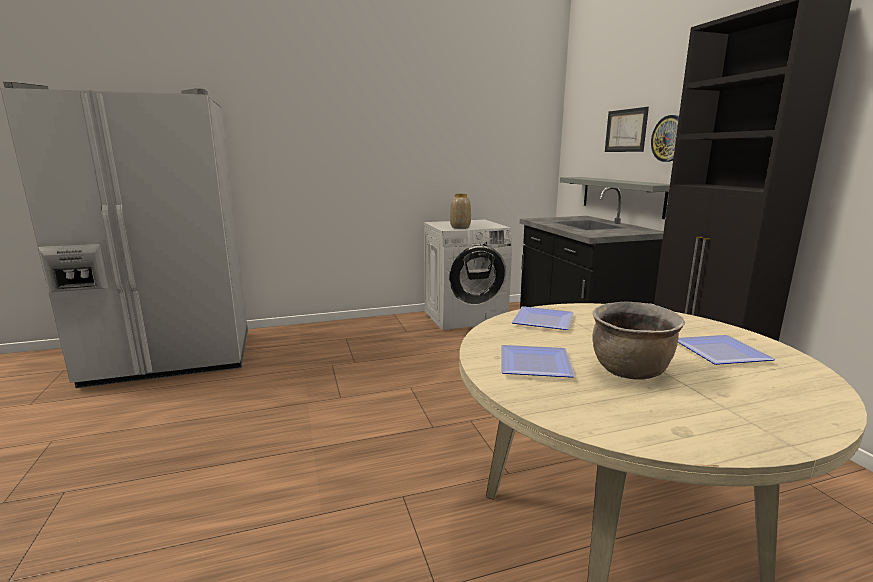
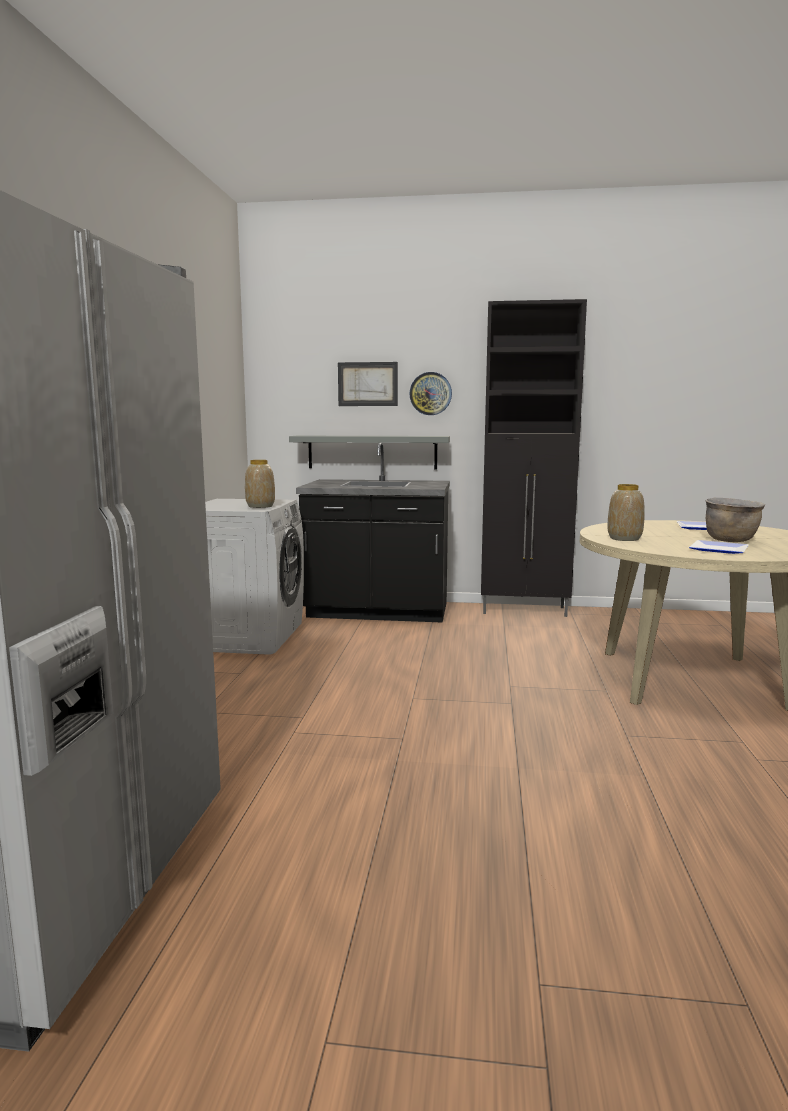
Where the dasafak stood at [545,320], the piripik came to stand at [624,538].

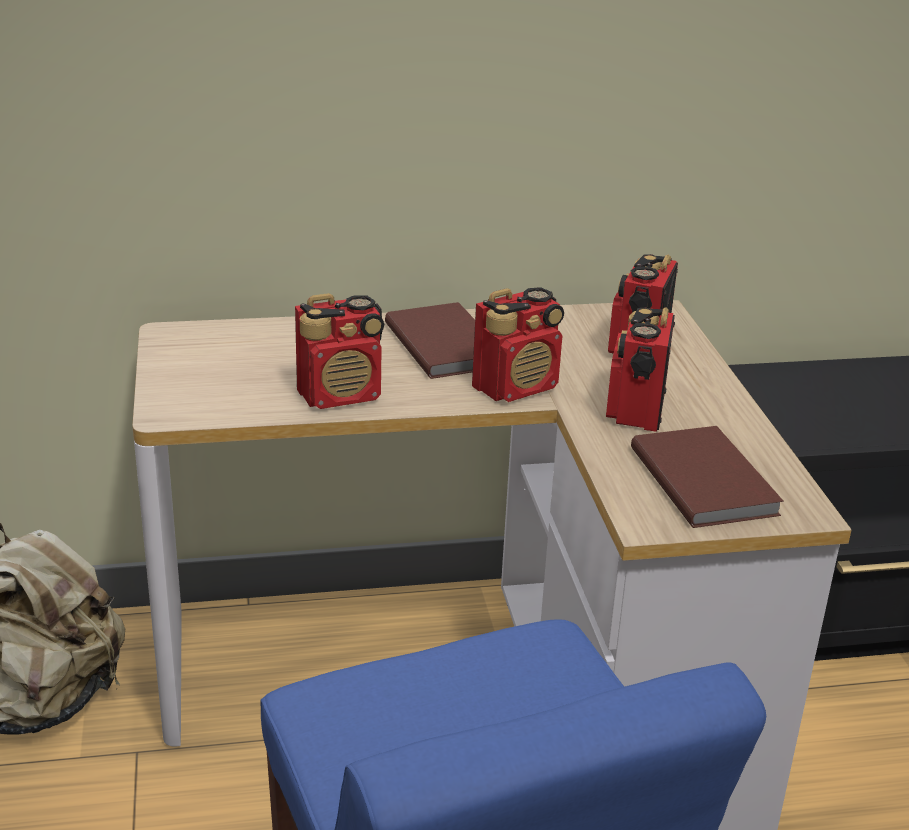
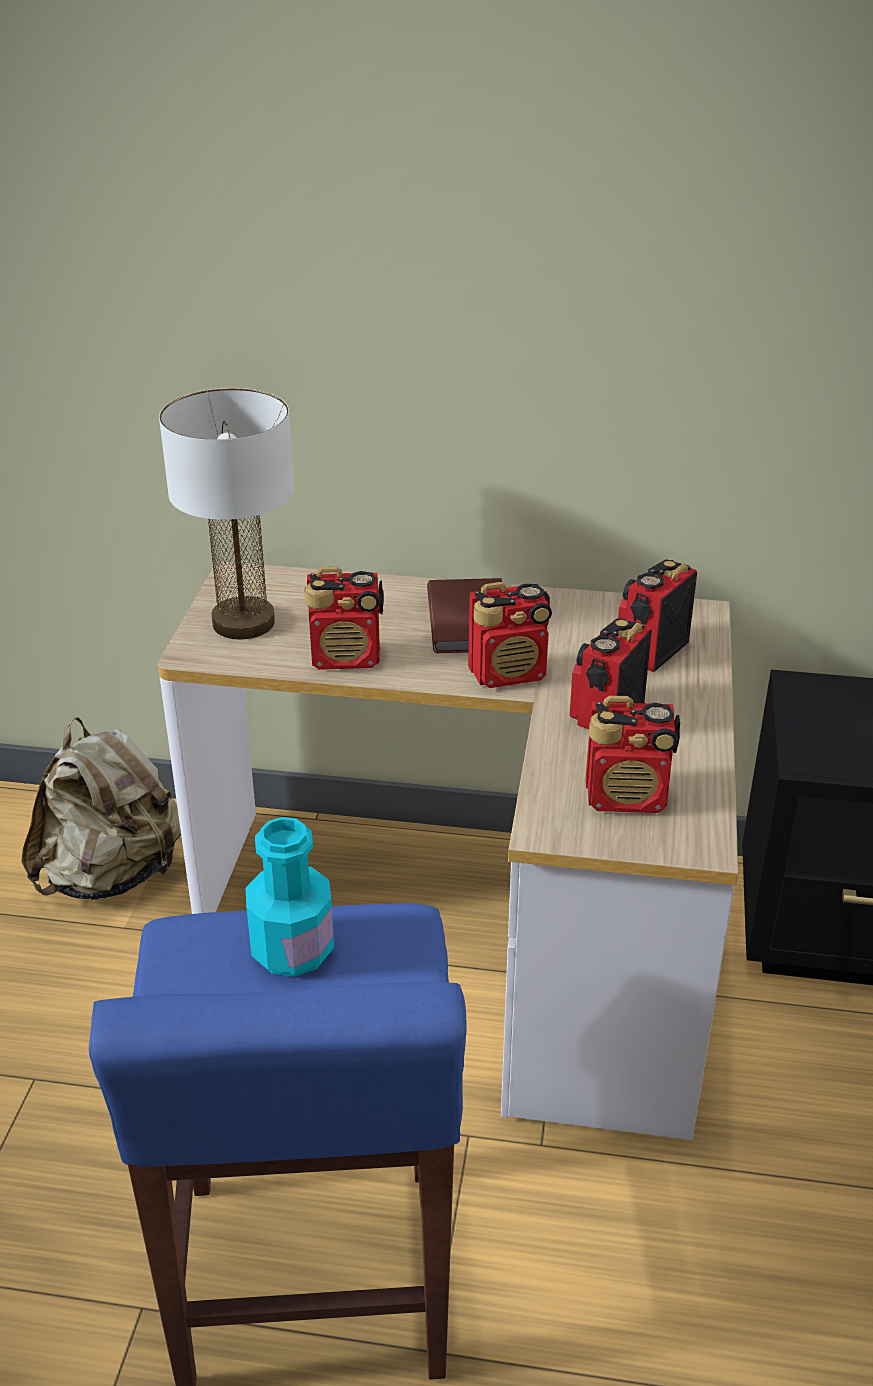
The second view gained the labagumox at [244,623].
The second view gained the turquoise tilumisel at [292,950].
Where the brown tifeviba stood at [705,480], the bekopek came to stand at [627,797].

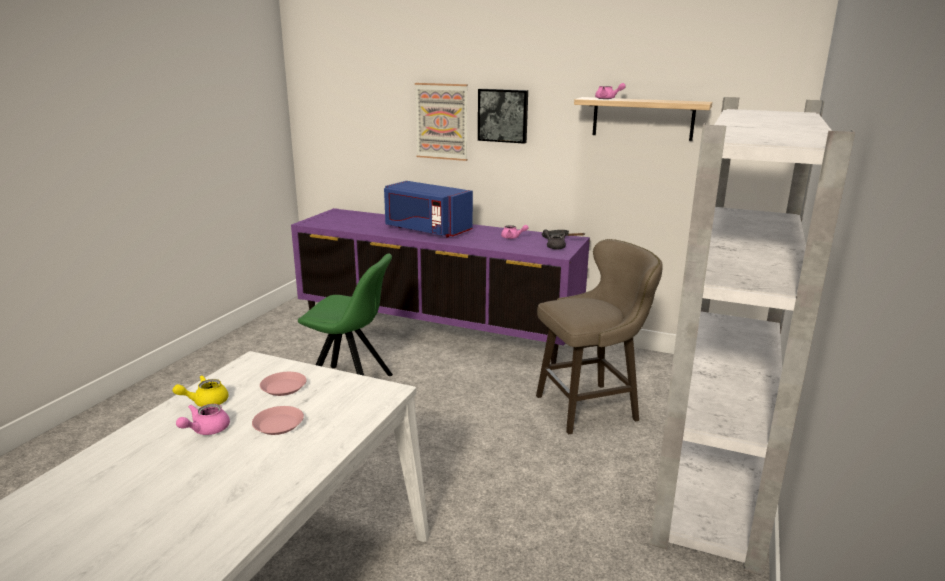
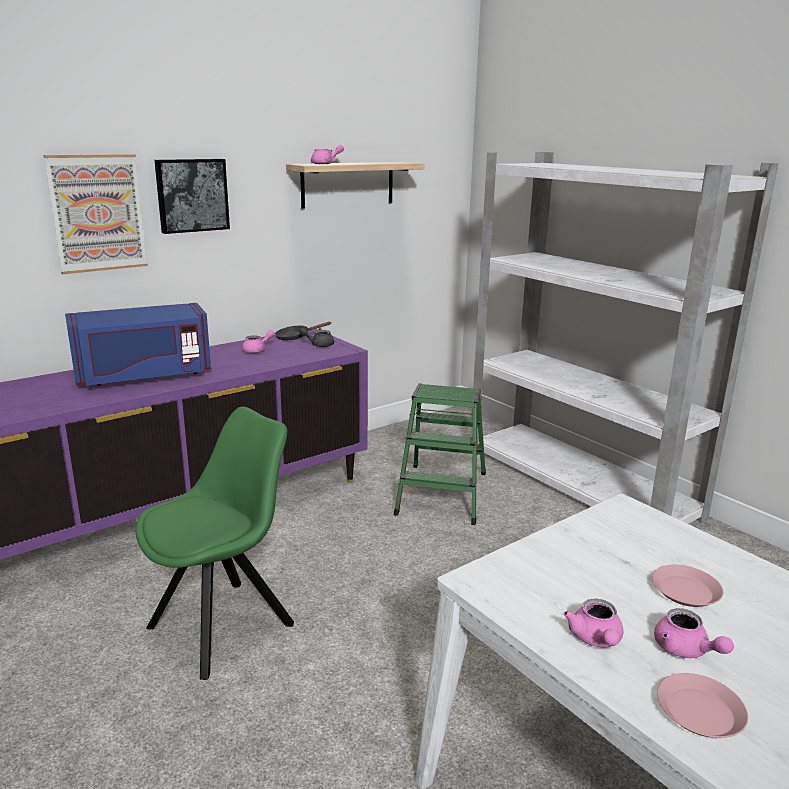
Where the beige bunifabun stood at [591,407], the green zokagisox came to stand at [442,492].
What was the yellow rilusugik at [205,402] turned into the pink rilusugik at [596,640].
The pink dasafak ended up elsewhere, having gone from [283,387] to [700,712].

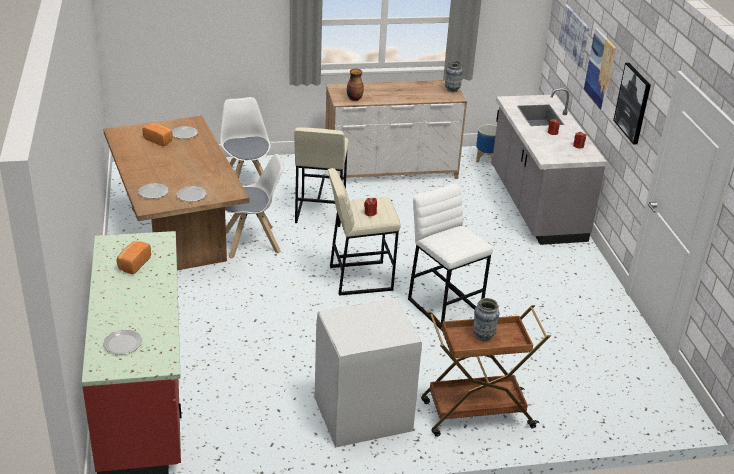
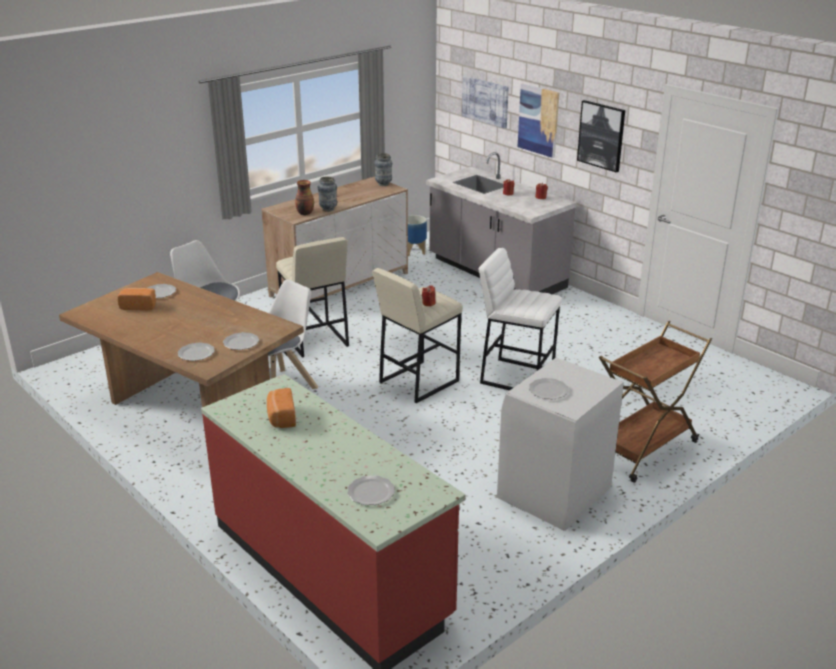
The piripik ended up elsewhere, having gone from [483,336] to [328,209].
The second view gained the dasafak at [548,391].

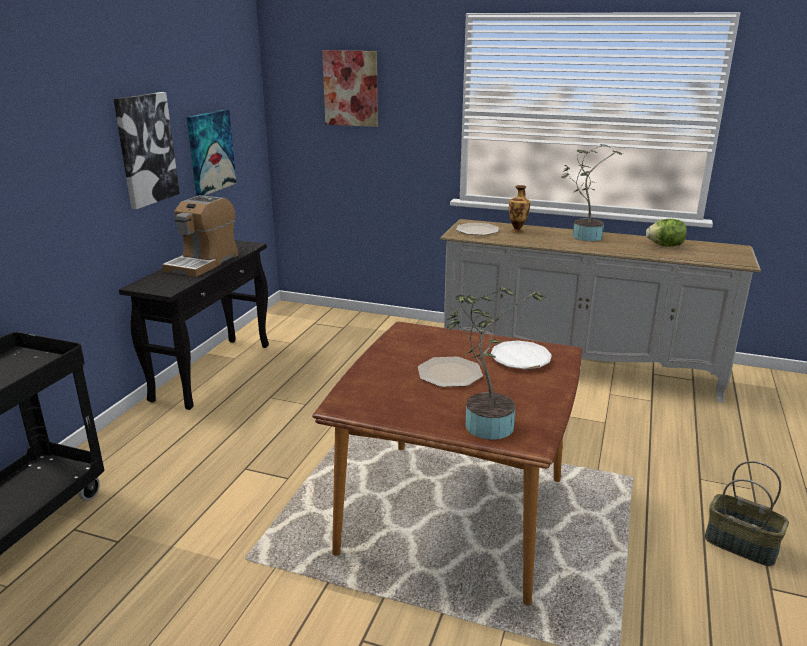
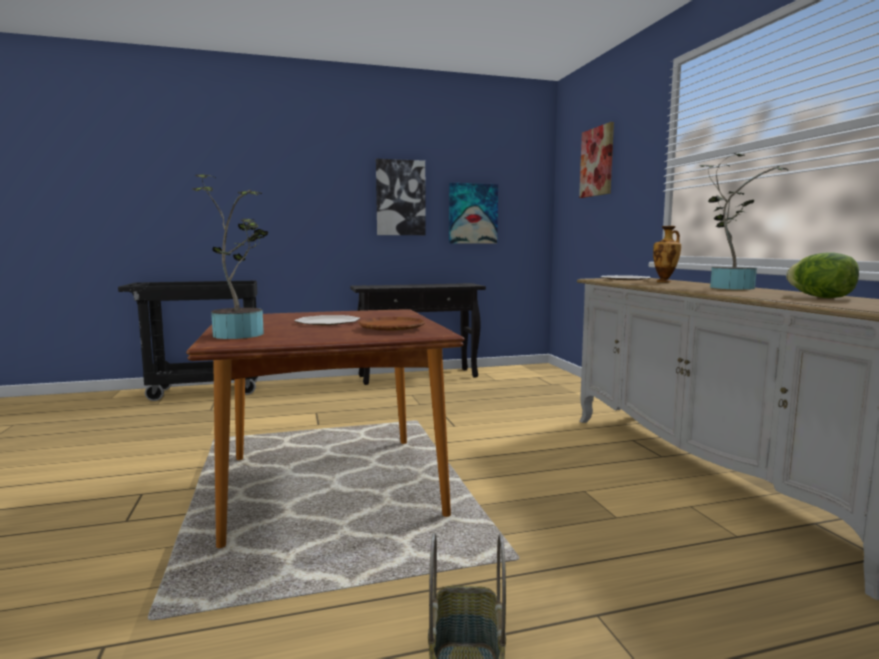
What was the white dasafak at [520,359] turned into the brown dasafak at [391,328].
The second view lost the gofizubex at [203,263].

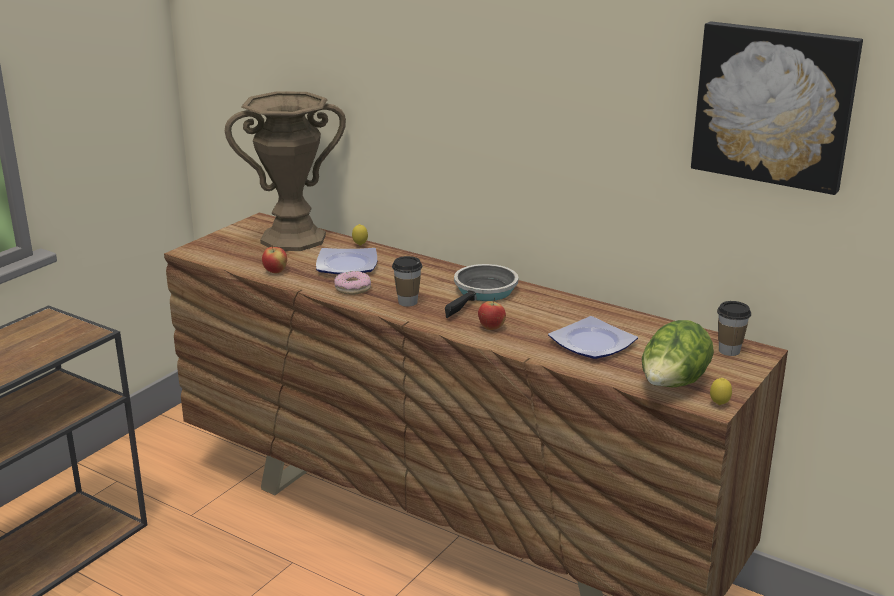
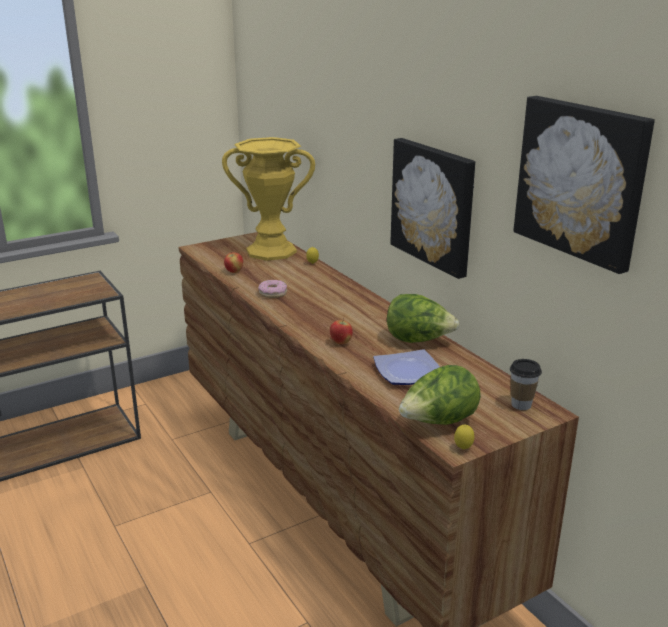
What was the brown piripik at [293,239] turned into the yellow piripik at [271,251].
The second view gained the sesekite at [418,340].
The second view gained the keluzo at [434,205].
The second view lost the dasafak at [346,265].
The second view lost the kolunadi at [407,302].
The second view lost the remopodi at [483,292].

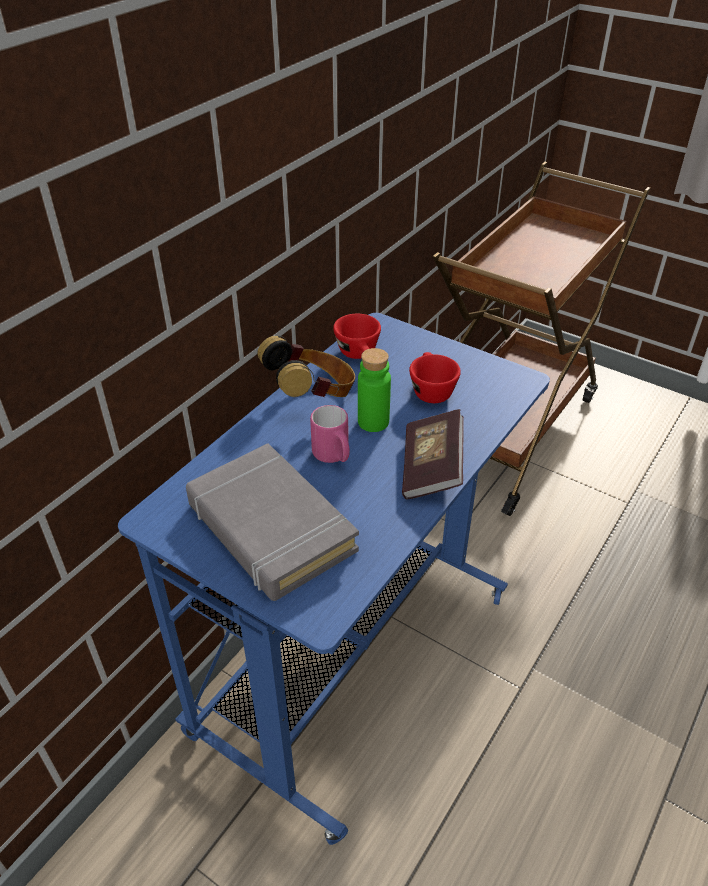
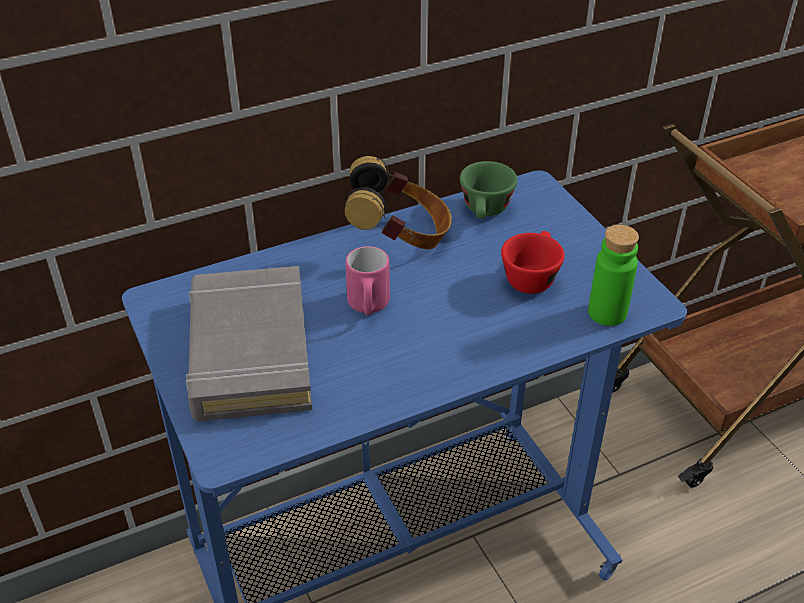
What was the red kolunadi at [360,355] turned into the green kolunadi at [486,212].
The green tilumisel ended up elsewhere, having gone from [373,422] to [607,313].
The second view lost the tifeviba at [431,469].

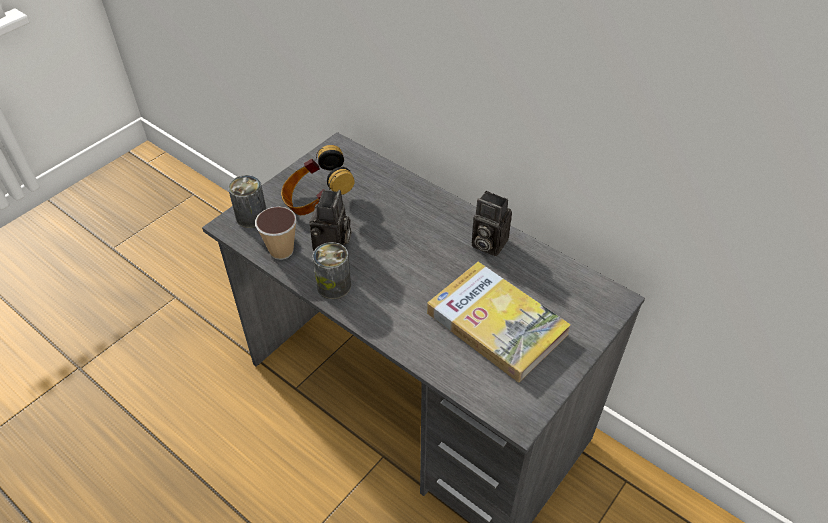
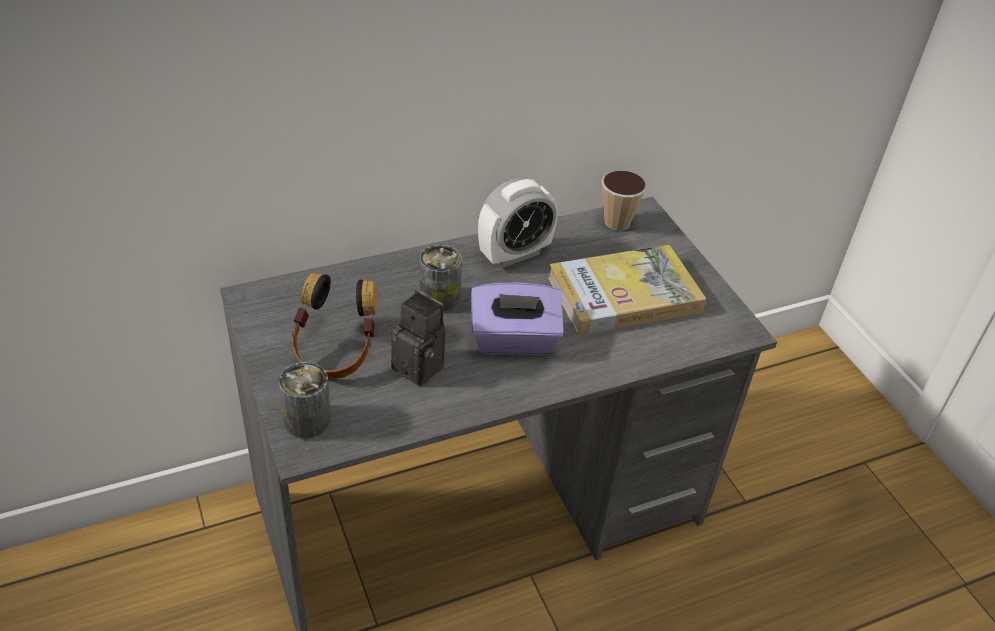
The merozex ended up elsewhere, having gone from [334,285] to [439,299].
The second view gained the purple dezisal at [514,341].
Where the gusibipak stood at [487,243], the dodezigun came to stand at [514,254].
The kolunadi ended up elsewhere, having gone from [281,251] to [617,222].

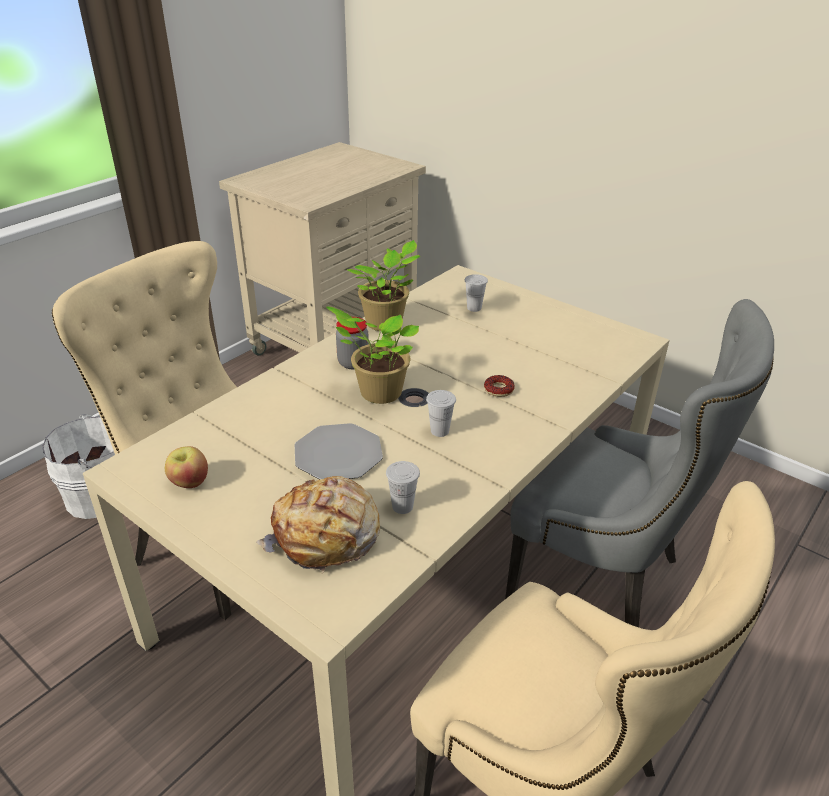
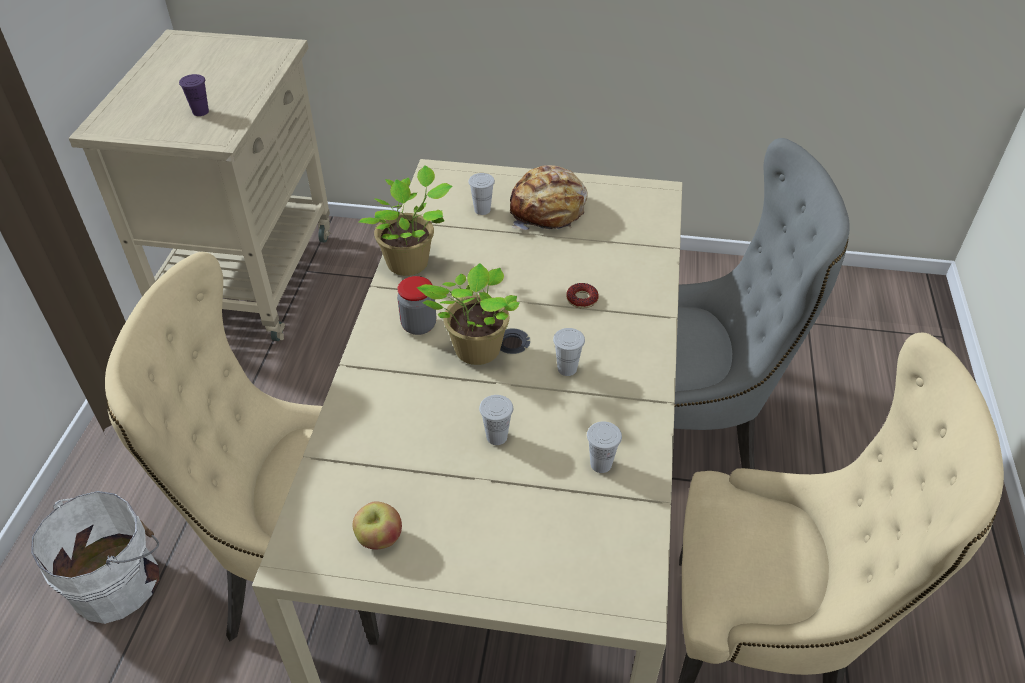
The second view gained the purple kolunadi at [200,112].
Where the dasafak stood at [338,454], the white kolunadi came to stand at [496,437].
The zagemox ended up elsewhere, having gone from [326,536] to [548,210].

